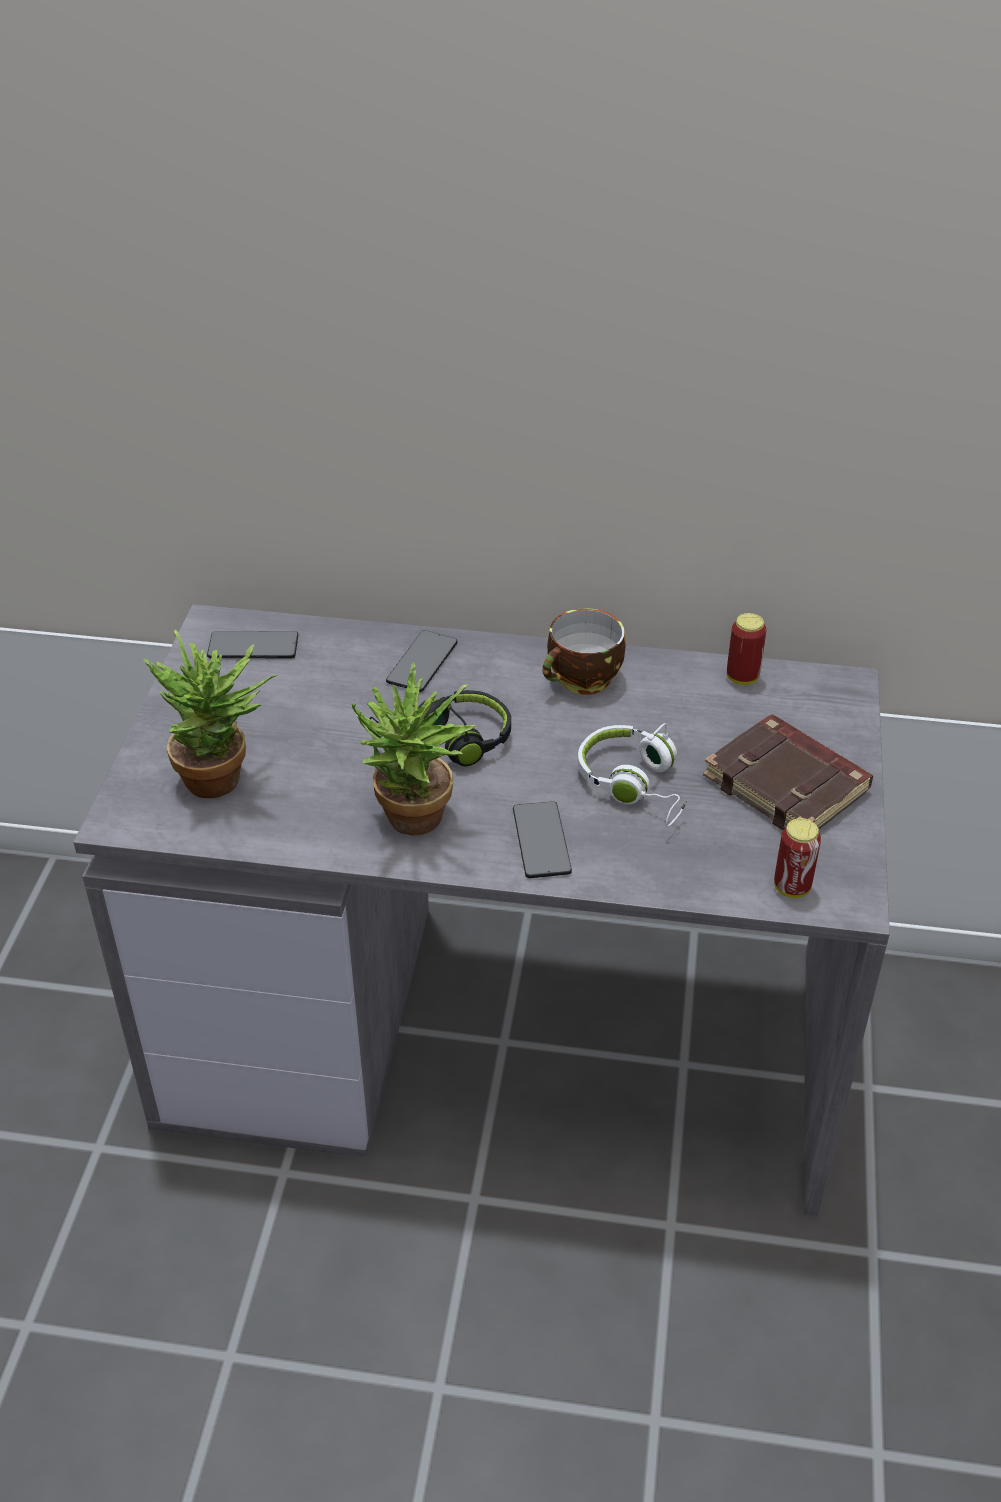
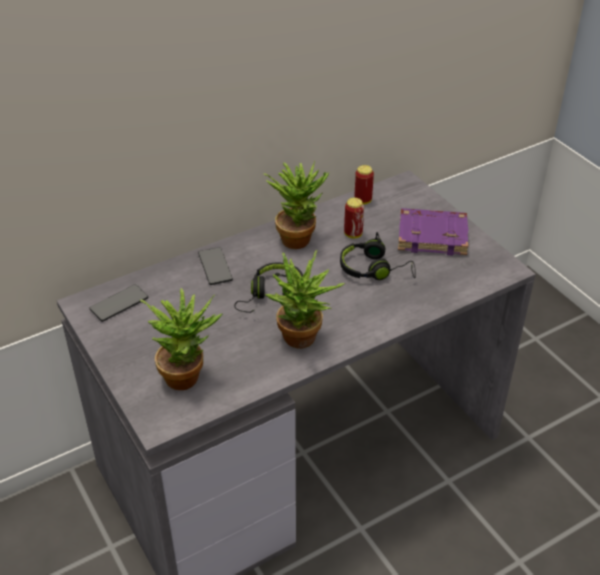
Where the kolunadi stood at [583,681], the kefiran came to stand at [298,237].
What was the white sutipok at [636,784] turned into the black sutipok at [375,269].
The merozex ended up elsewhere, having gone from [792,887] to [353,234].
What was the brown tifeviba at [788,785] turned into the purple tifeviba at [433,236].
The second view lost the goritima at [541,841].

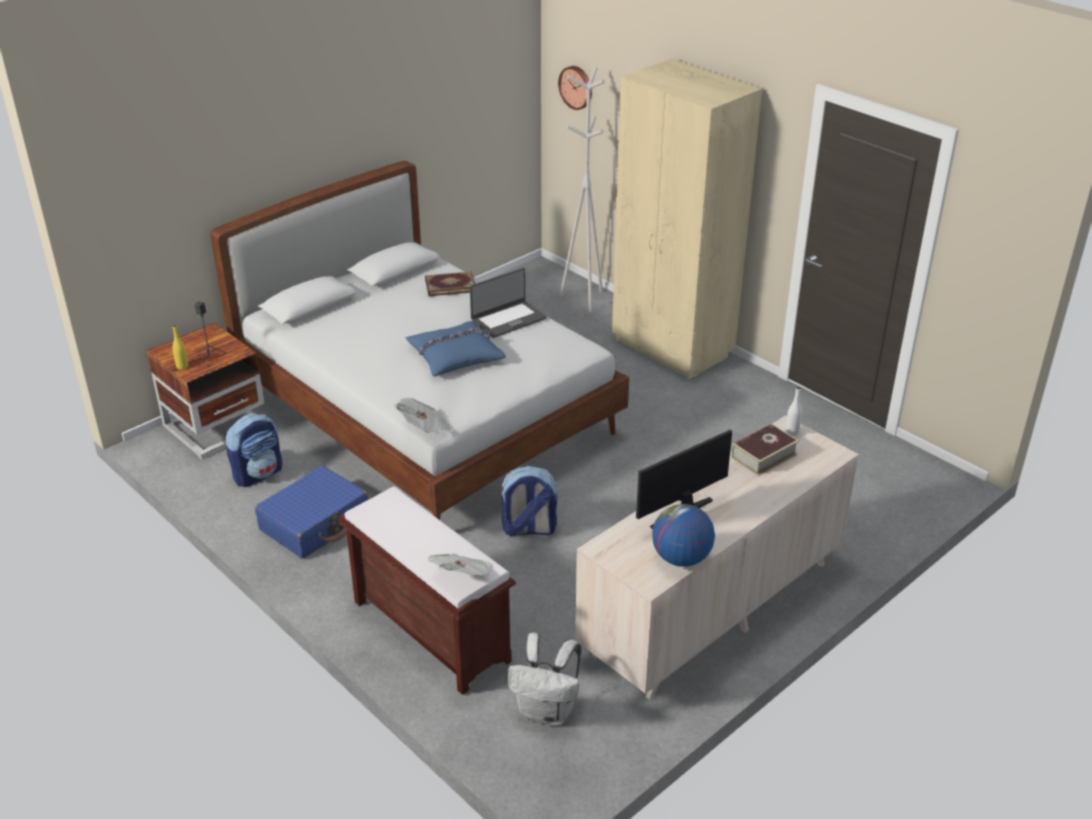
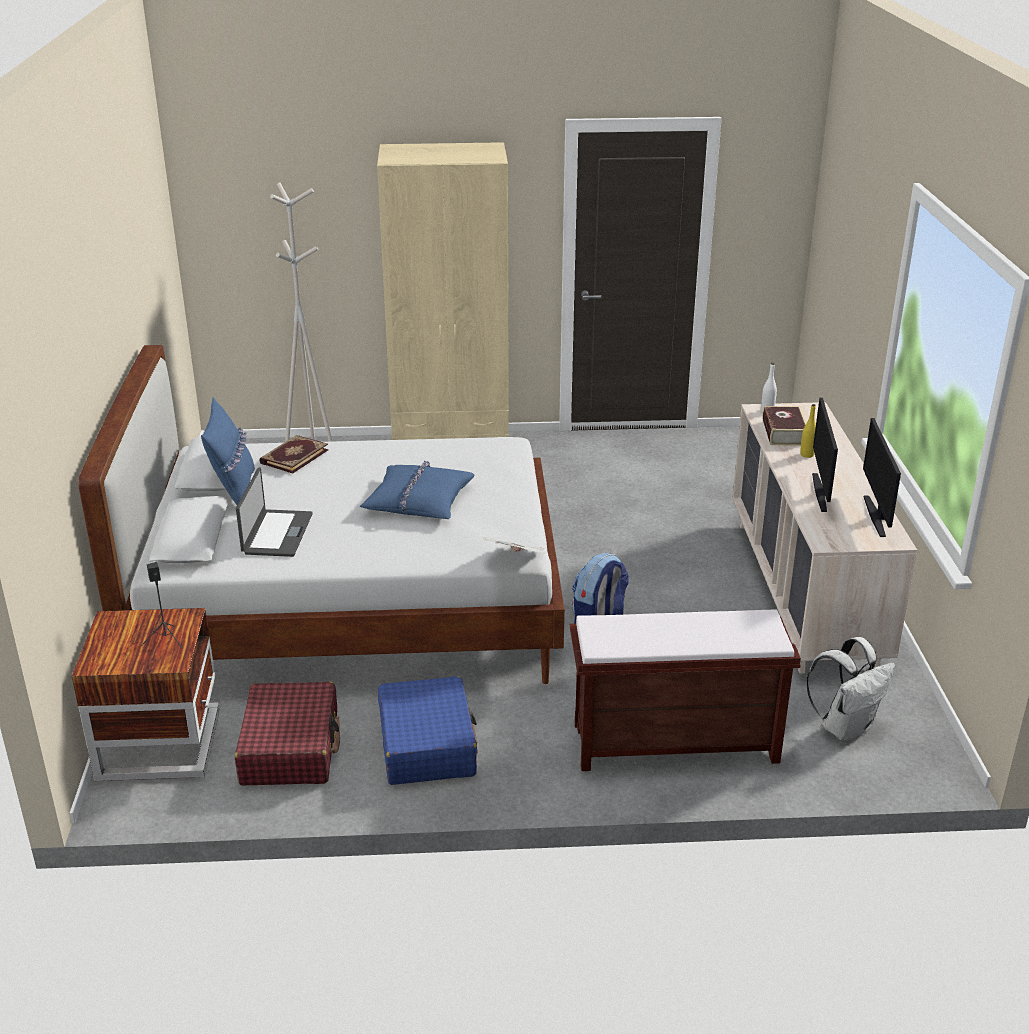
The second view gained the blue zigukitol at [233,491].
Where the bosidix stood at [258,474], the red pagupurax came to stand at [290,748].
The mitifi ended up elsewhere, having gone from [508,319] to [276,534].
The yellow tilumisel ended up elsewhere, having gone from [182,366] to [807,455].
Where the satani stood at [681,558], the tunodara came to stand at [876,516].
The second view lost the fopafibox at [463,577].
The second view lost the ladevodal at [576,87].

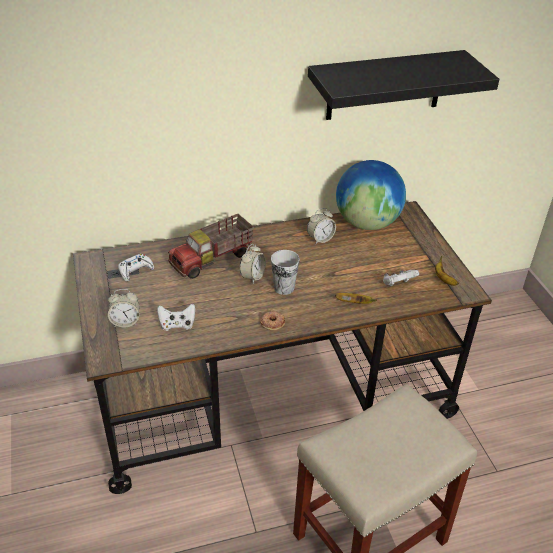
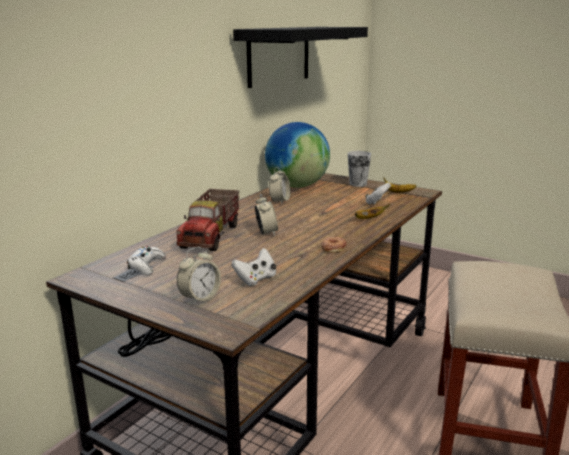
The kolunadi ended up elsewhere, having gone from [284,288] to [358,184].

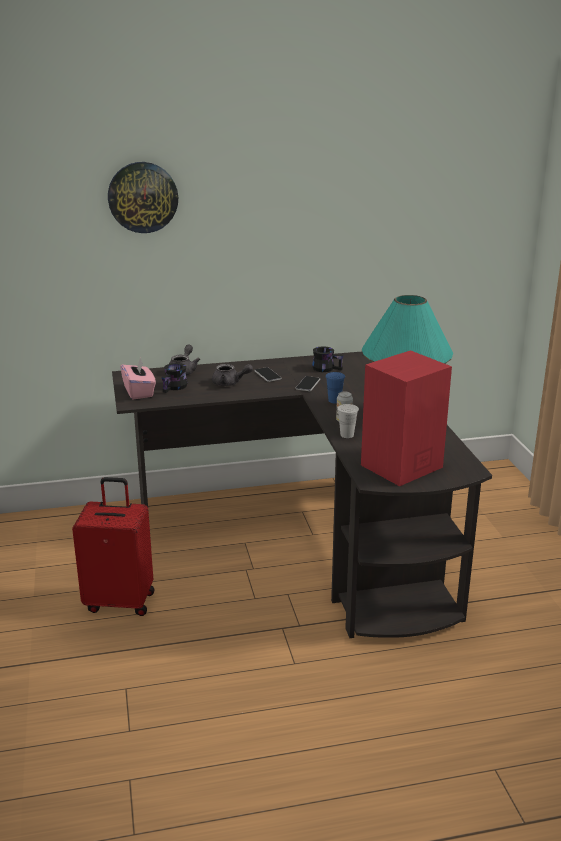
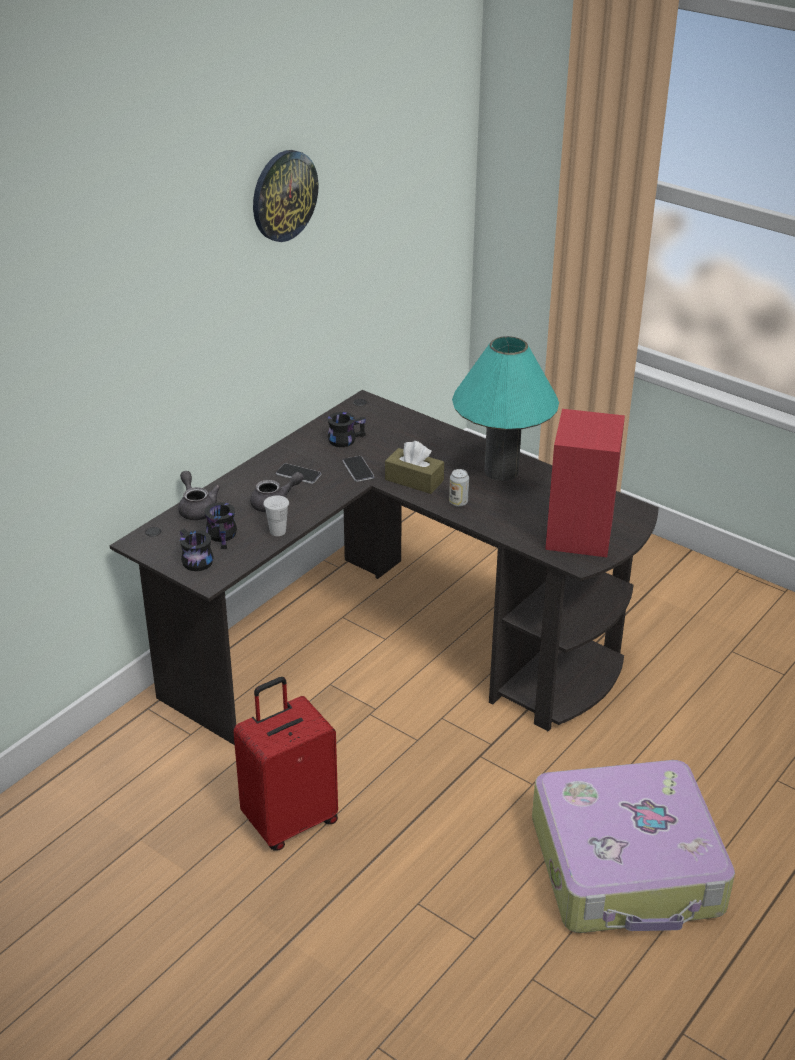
Where the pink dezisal stood at [139,392], the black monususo came to stand at [193,560].
The ladevodal ended up elsewhere, having gone from [143,197] to [283,195].
The white kolunadi ended up elsewhere, having gone from [347,435] to [277,531].
Where the blue kolunadi stood at [334,400], the brown dezisal came to stand at [414,480].
The second view gained the pagupurax at [627,866].

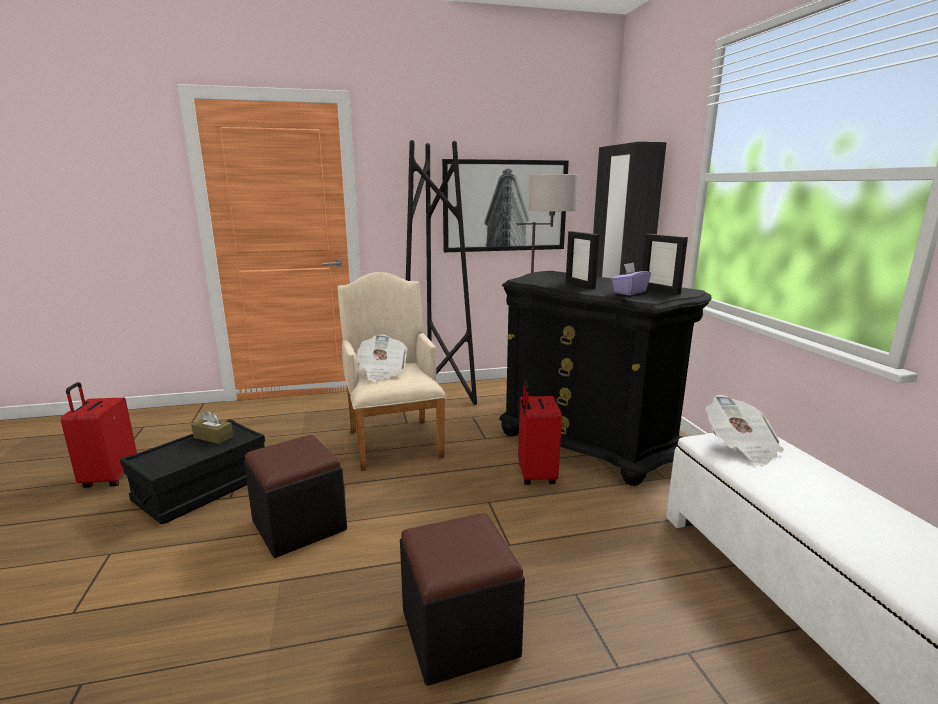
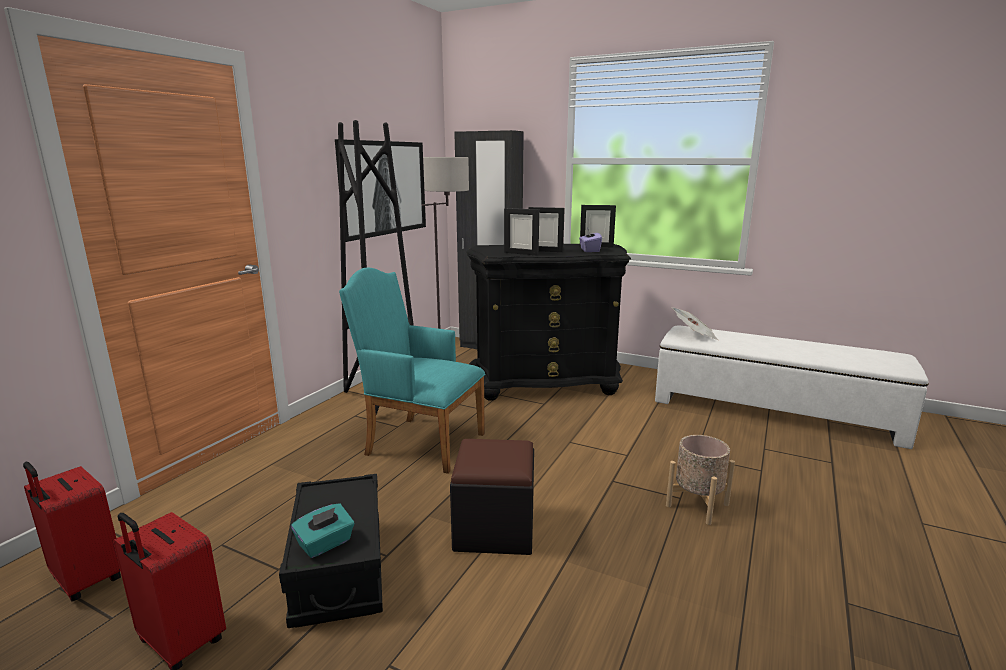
The red pagupurax ended up elsewhere, having gone from [535,475] to [85,580].
The second view gained the turquoise dezisal at [325,544].
What was the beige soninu at [394,440] turned into the turquoise soninu at [419,442].
The second view gained the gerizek at [521,253].
Where the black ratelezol stood at [459,633], the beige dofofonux came to stand at [697,505].
The second view lost the brown dezisal at [213,437].
The second view lost the fopafibox at [381,371].

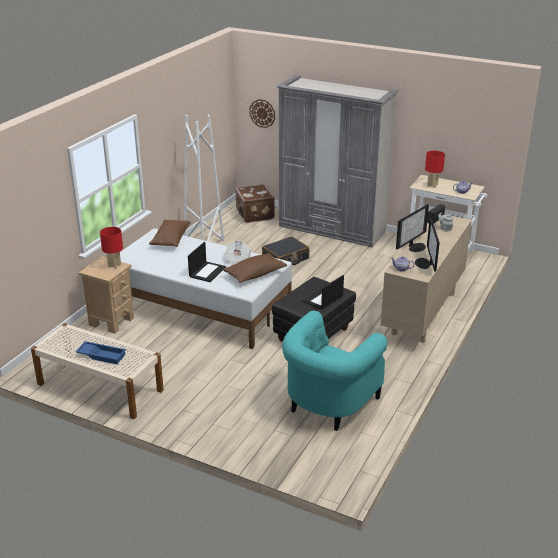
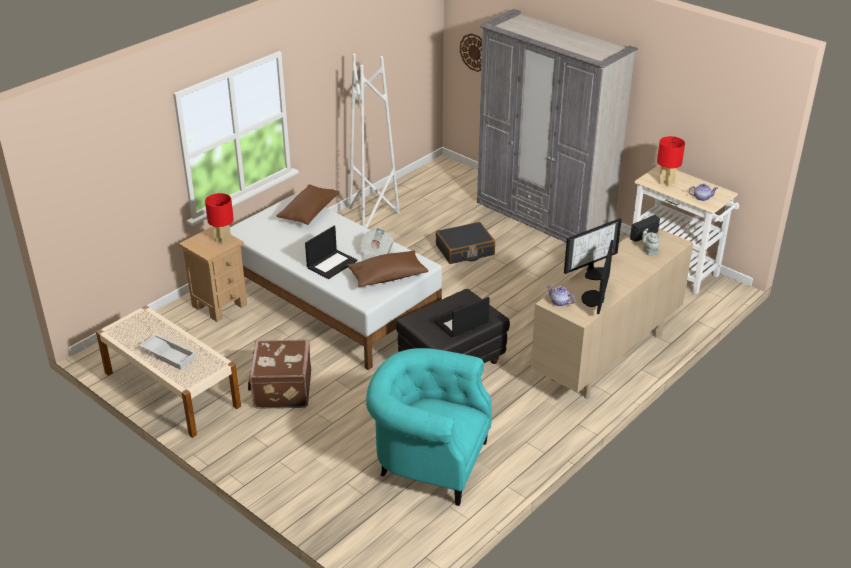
What was the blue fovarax at [102,355] turned into the white fovarax at [169,354].
The brown pagupurax ended up elsewhere, having gone from [254,214] to [281,390].
The turquoise soninu at [329,404] ended up facing another way, 60 degrees clockwise from before.

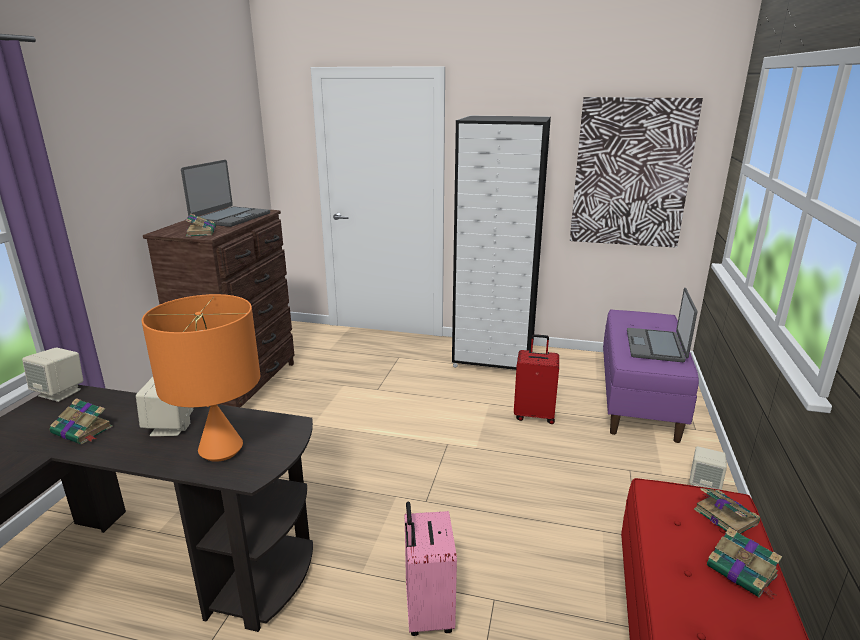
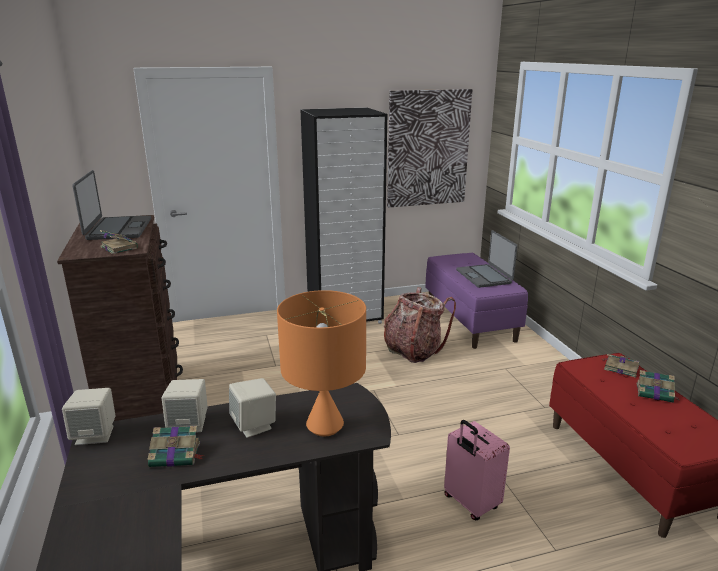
The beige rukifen ended up elsewhere, having gone from [704,485] to [189,424].
Where the red pagupurax stood at [534,415], the bosidix came to stand at [414,350].

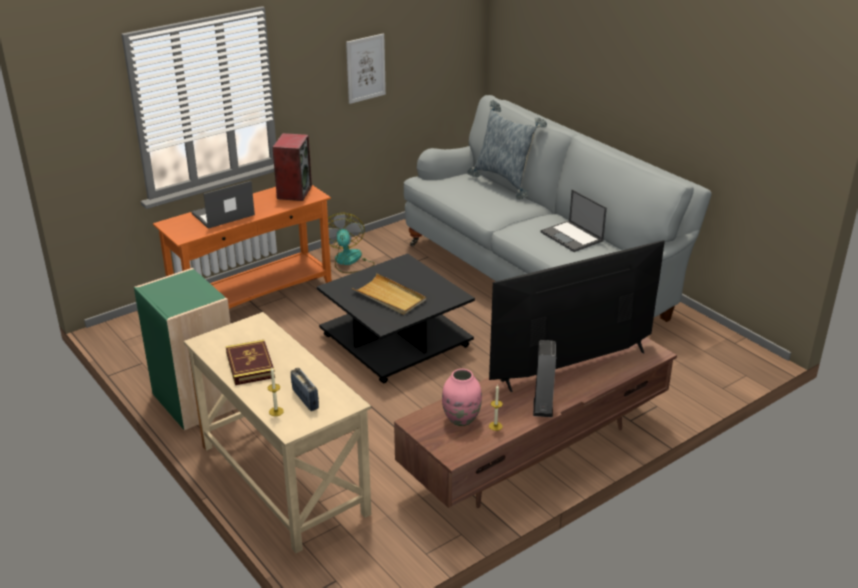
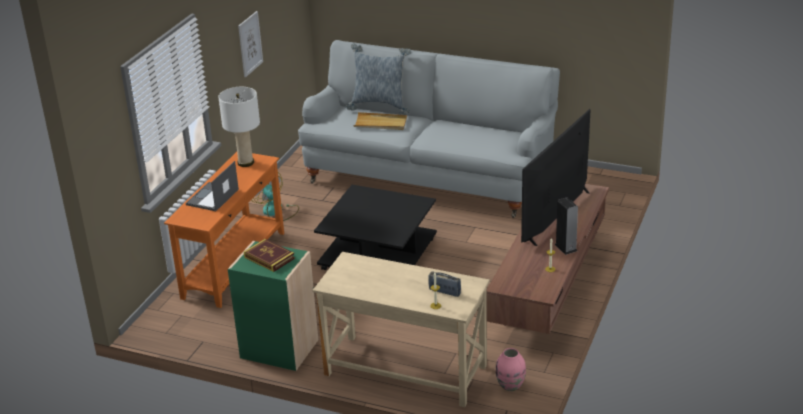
Where the rukifen stood at [294,192], the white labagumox came to stand at [245,162].
The tifeviba ended up elsewhere, having gone from [250,365] to [269,258].
The beige fovarax ended up elsewhere, having gone from [389,297] to [380,123].
The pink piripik ended up elsewhere, having gone from [461,419] to [511,386].
The second view lost the mitifi at [572,237].

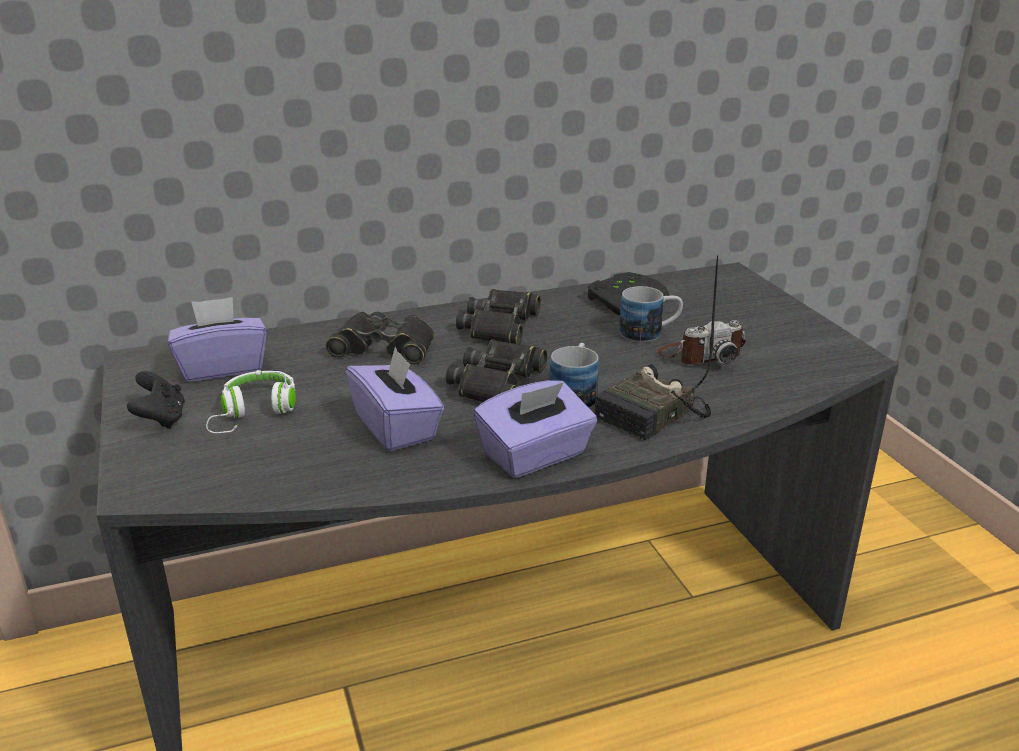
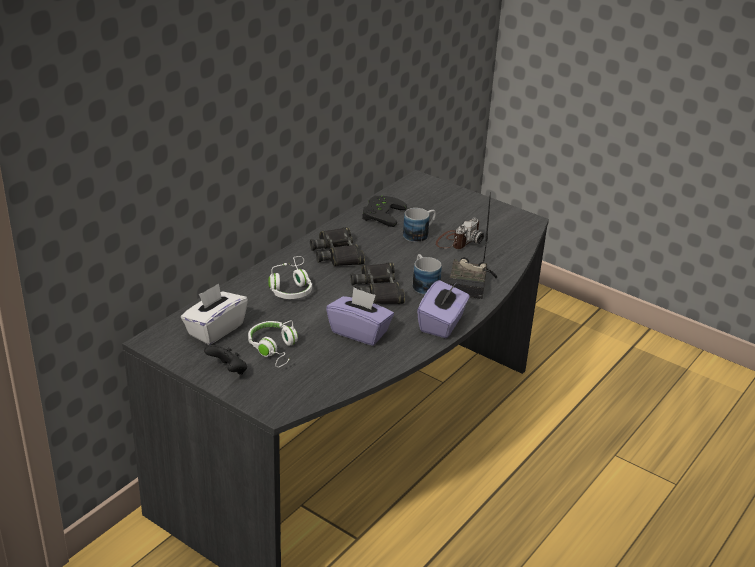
What was the purple dezisal at [222,367] turned into the white dezisal at [215,329].
Where the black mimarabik stood at [384,348], the white sutipok came to stand at [291,287].

